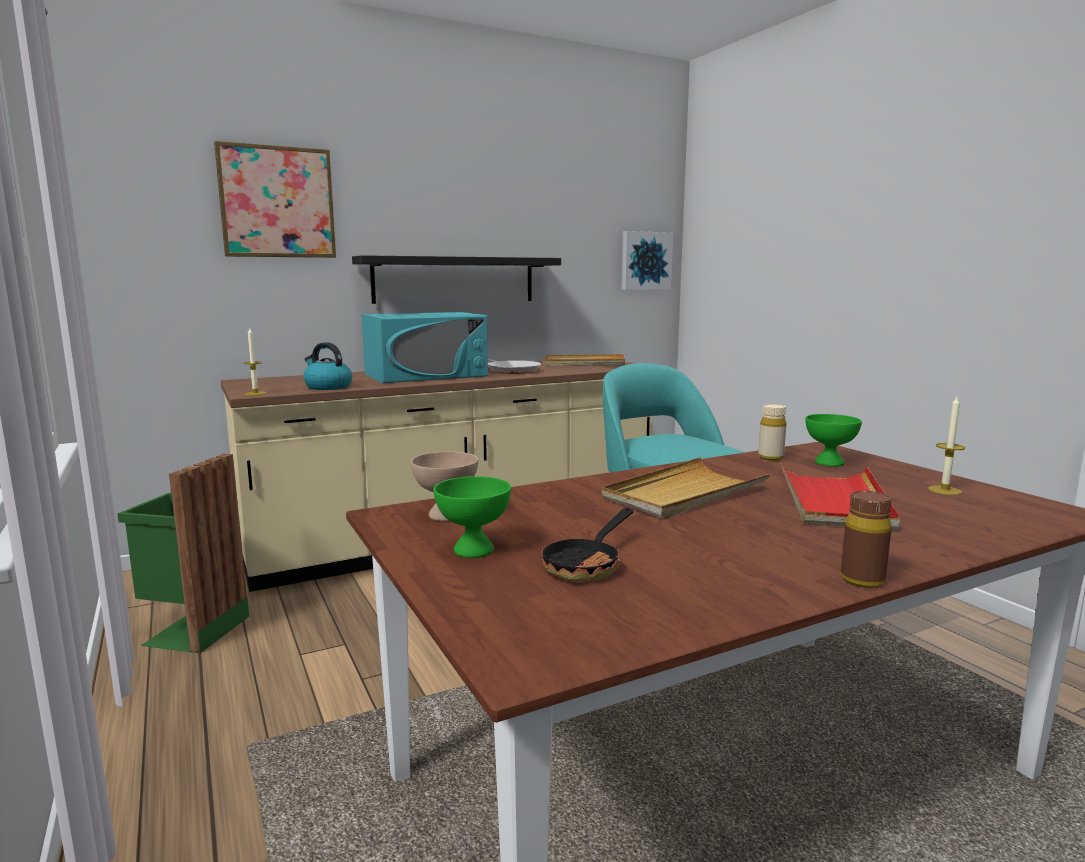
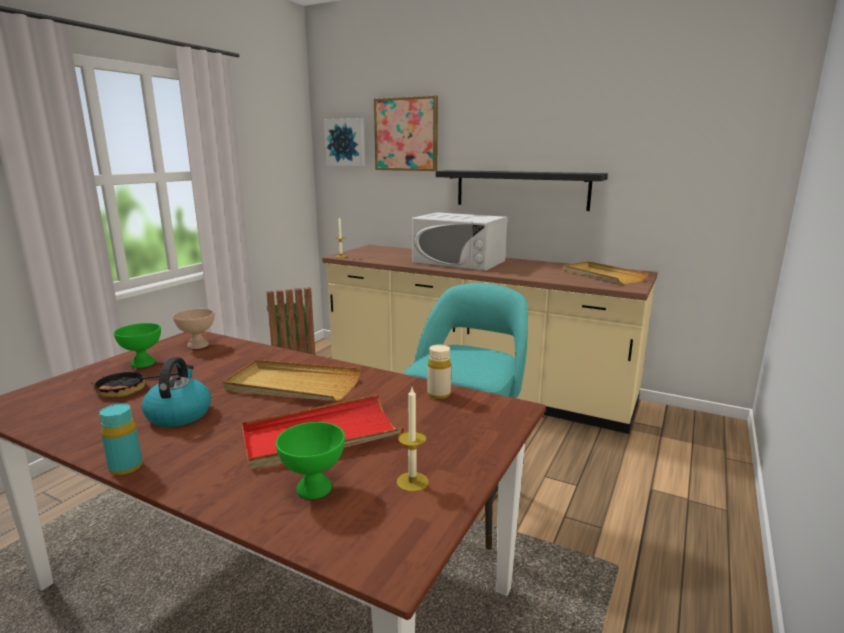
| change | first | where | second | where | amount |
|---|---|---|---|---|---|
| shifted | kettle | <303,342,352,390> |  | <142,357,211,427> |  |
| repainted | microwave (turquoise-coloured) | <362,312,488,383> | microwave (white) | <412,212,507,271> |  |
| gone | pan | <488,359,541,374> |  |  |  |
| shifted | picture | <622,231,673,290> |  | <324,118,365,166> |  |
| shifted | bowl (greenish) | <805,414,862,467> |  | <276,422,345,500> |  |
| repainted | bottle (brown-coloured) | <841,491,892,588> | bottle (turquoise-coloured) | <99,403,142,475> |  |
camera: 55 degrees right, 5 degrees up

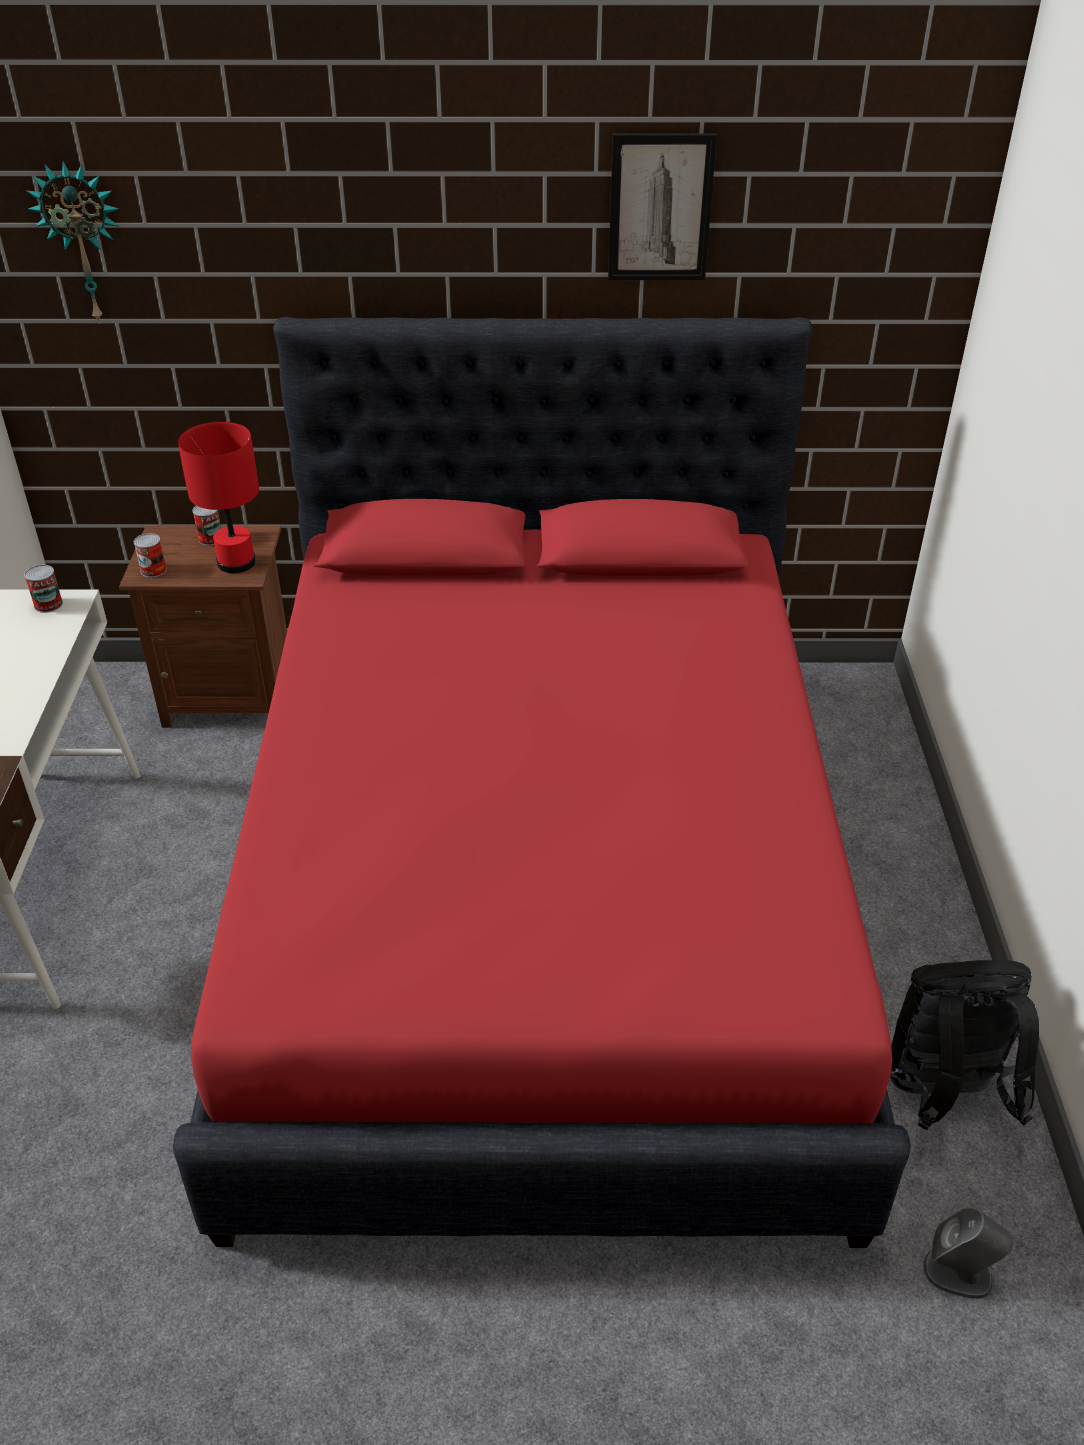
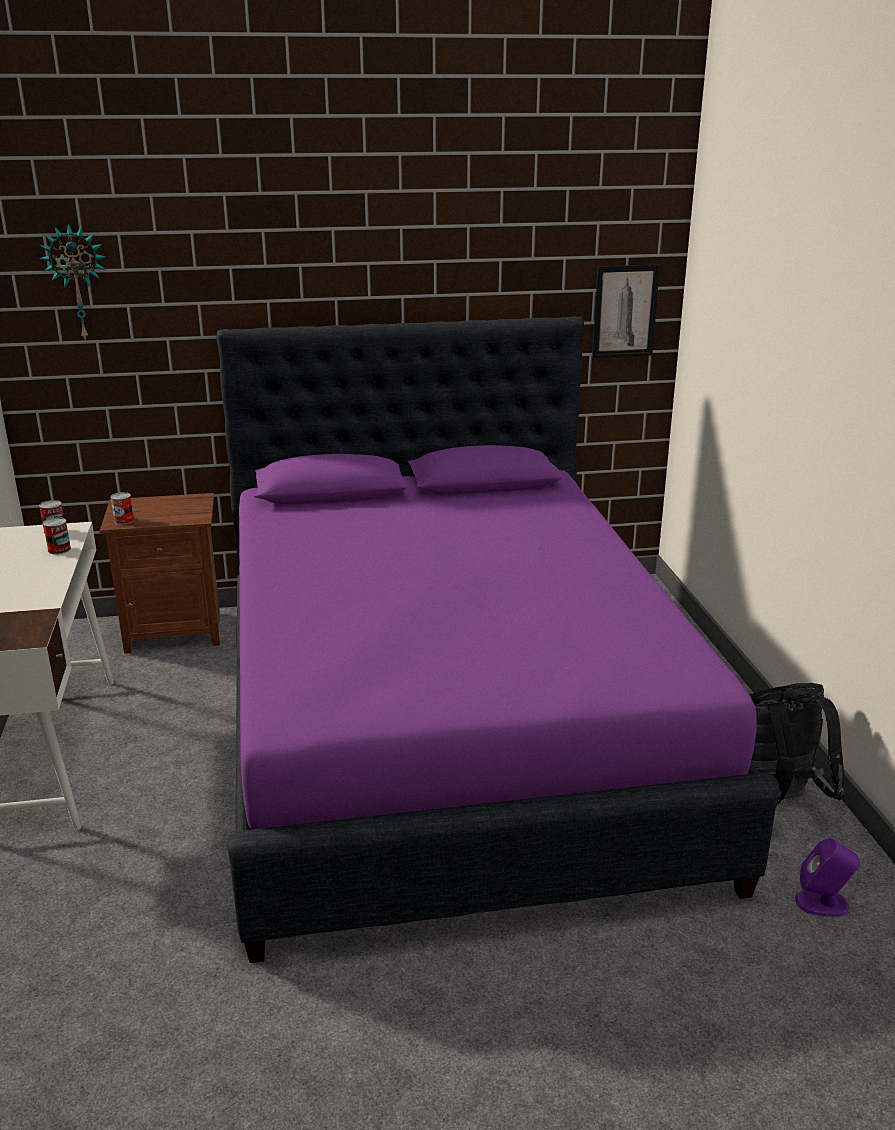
| change | first | where | second | where | amount |
|---|---|---|---|---|---|
| repainted | sleeping bed (reddish) | <173,317,911,1248> | sleeping bed (purple) | <216,316,780,963> |  |
| gone | table lamp (reddish) | <178,422,259,573> |  |  |  |
| shifted | sealed can | <192,506,221,545> |  | <43,517,71,554> |  |
| shifted | picture | <608,133,717,280> |  | <592,264,660,358> |  |
| repainted | speaker (grey) | <923,1208,1013,1299> | speaker (purple) | <795,838,860,917> |  |
camera: 10 degrees left, 15 degrees down

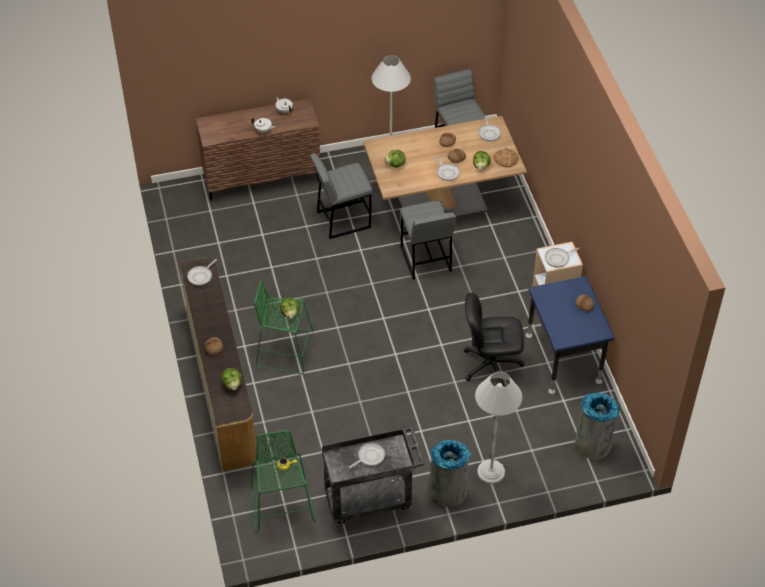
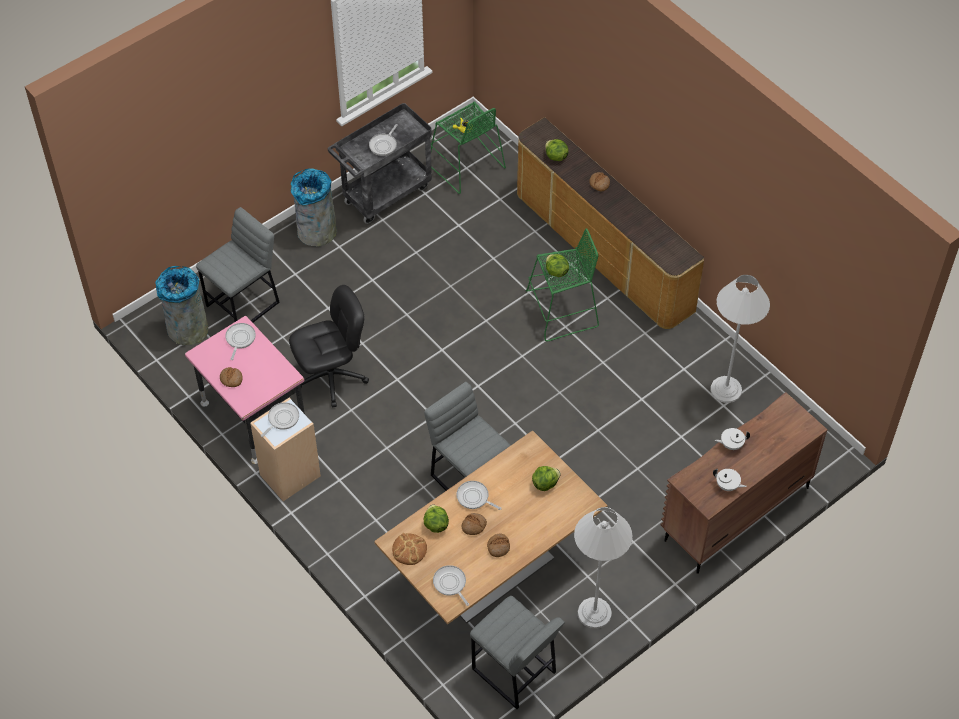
| change | first | where | second | where | amount |
|---|---|---|---|---|---|
| shifted | pan | <187,259,217,286> |  | <225,323,256,360> |  |
| shifted | plain chair (grey) | <310,153,372,239> |  | <196,207,280,323> |  |
| shifted | floor lamp (white) | <475,371,522,484> |  | <711,275,770,403> |  |
| repainted | desk unit (bluish) | <526,276,614,394> | desk unit (pink) | <185,316,305,464> |  |
camera: 155 degrees right, 5 degrees up

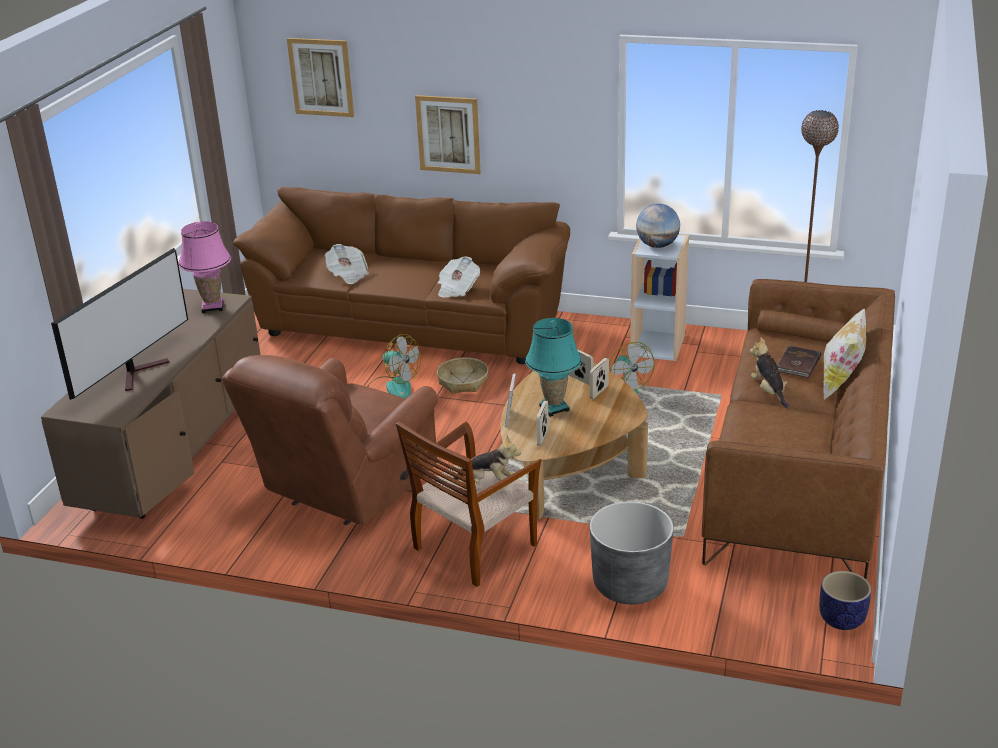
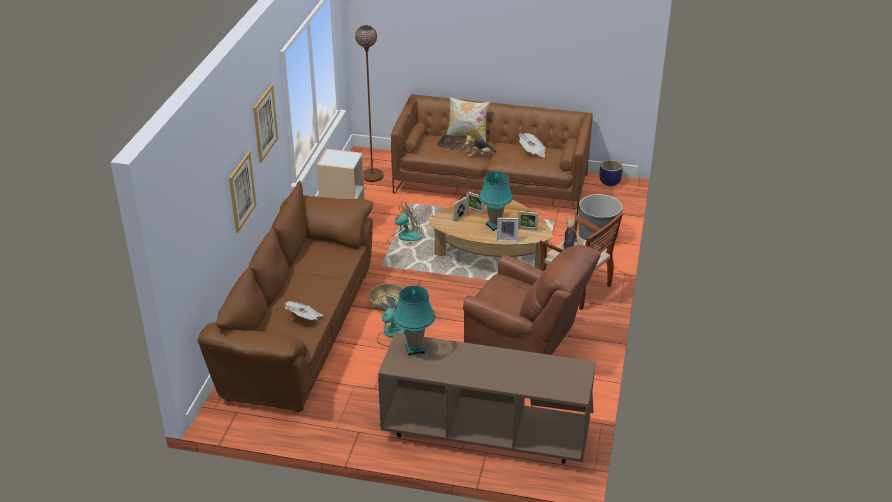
| change | first | where | second | where | amount |
|---|---|---|---|---|---|
| gone | television | <51,248,188,400> |  |  |  |
| repainted | table lamp (pink) | <178,221,231,313> | table lamp (turquoise-coloured) | <393,286,436,356> |  |
| shifted | picture | <287,38,354,117> |  | <253,85,278,163> |  |
| shifted | daily paper | <438,256,480,298> |  | <519,133,546,157> |  |
| gone | desk globe | <636,204,680,248> |  |  |  |
camera: 95 degrees left, 5 degrees up

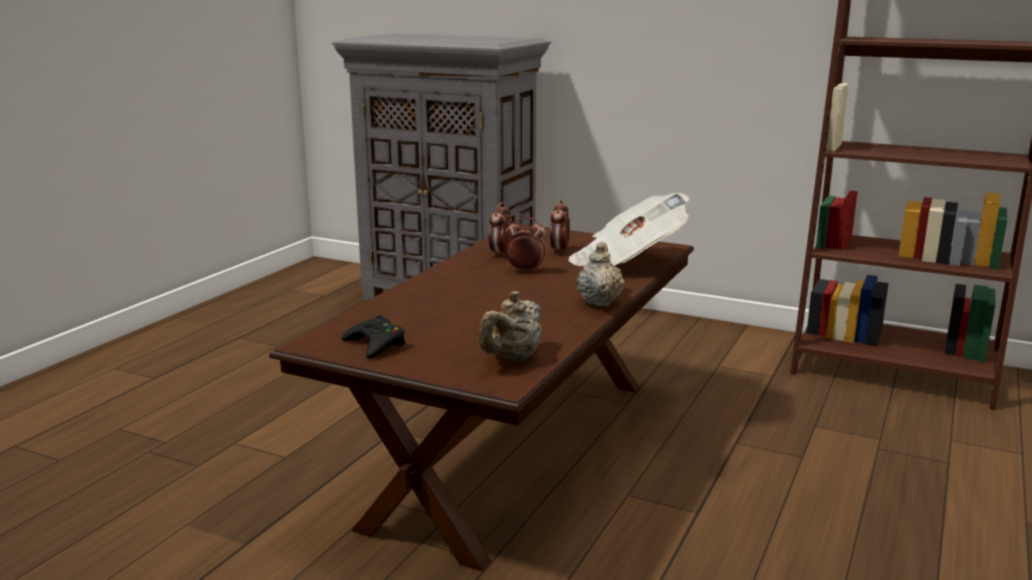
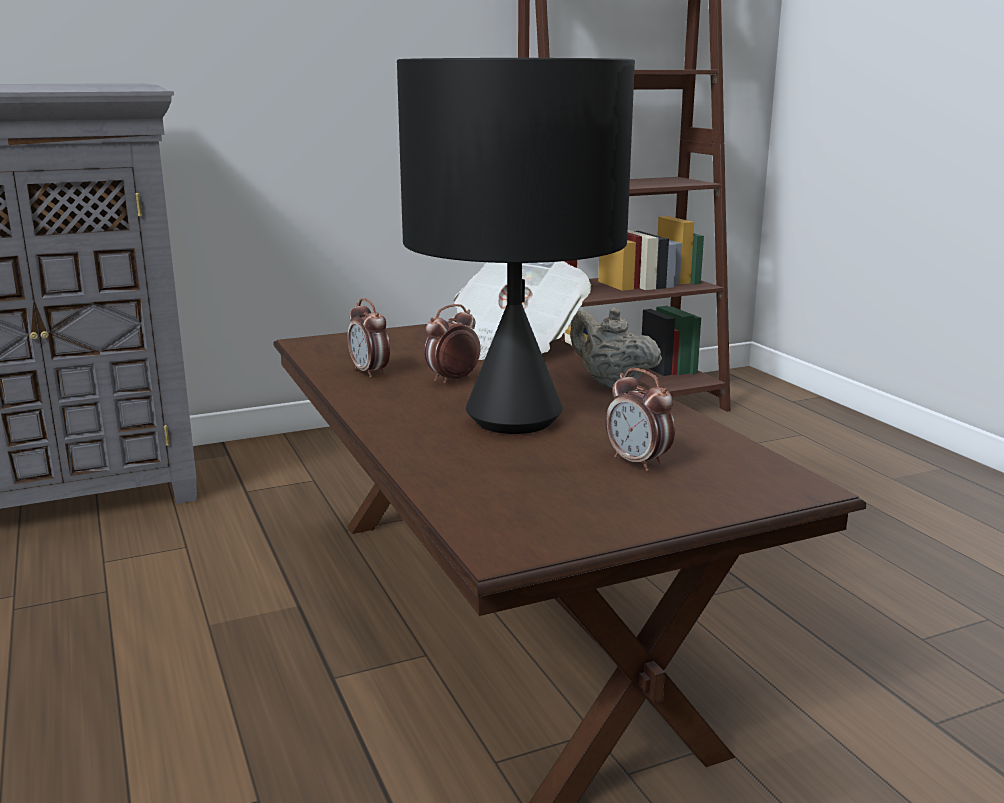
| change | first | where | second | where | amount |
|---|---|---|---|---|---|
| gone | gamepad (blackish) | <341,315,405,358> |  |  |  |
| gone | pot for tea (beige) | <478,291,541,362> |  |  |  |
| shifted | table clock | <549,200,570,254> |  | <606,368,675,471> |  |
| new |  |  | table lamp (blackish) | <397,58,635,434> |  |
camera: 50 degrees left, 0 degrees up

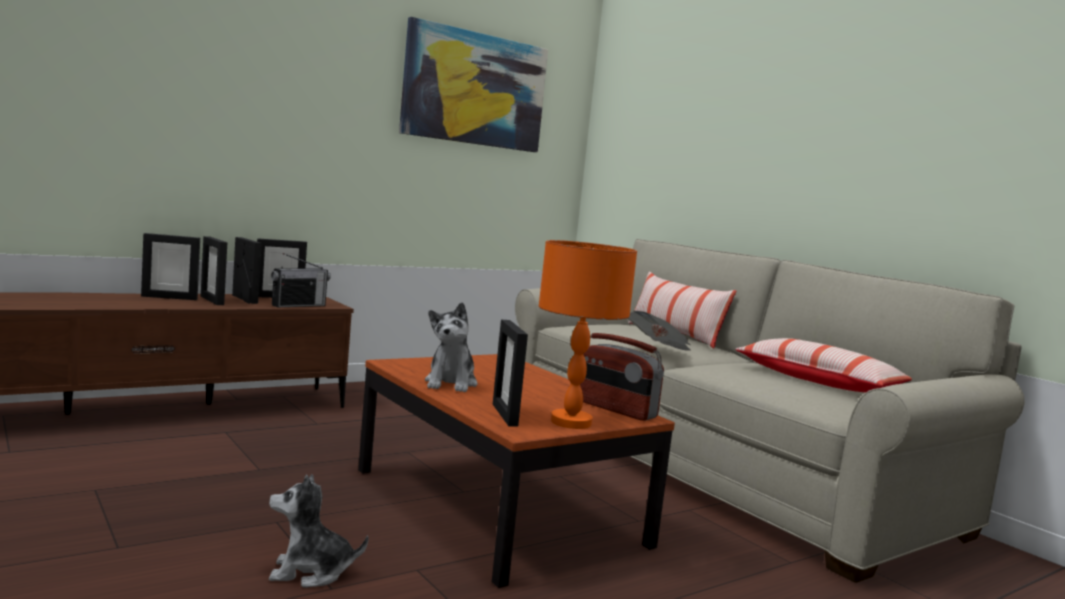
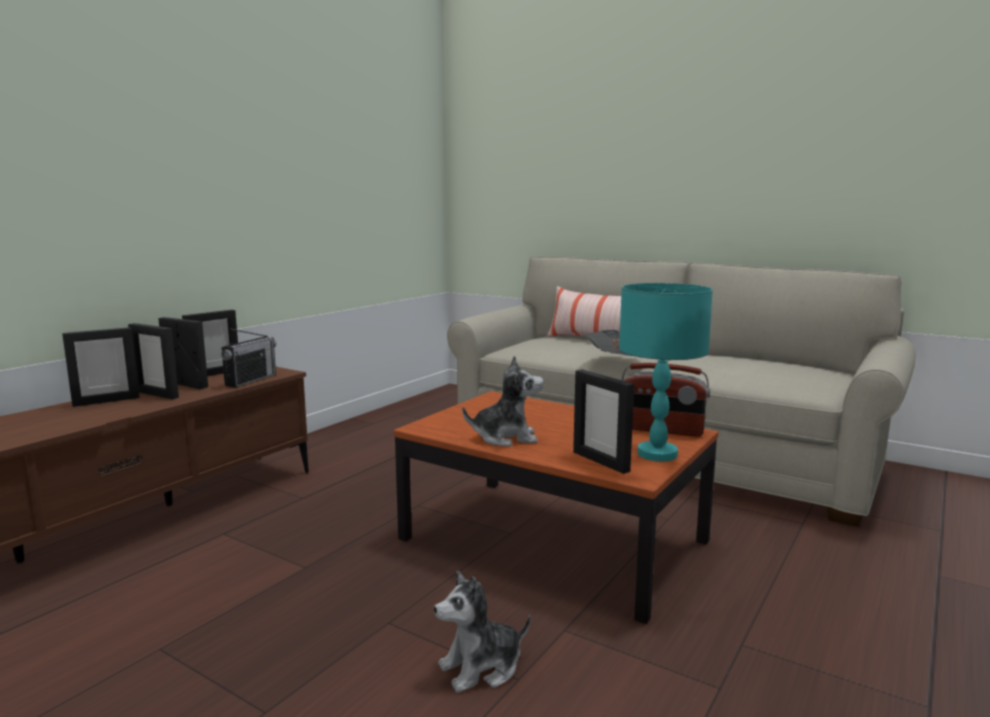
| change | first | where | second | where | amount |
|---|---|---|---|---|---|
| gone | picture | <399,17,548,152> |  |  |  |
| rotated | soft toy | <425,302,478,392> |  | <462,355,544,447> | 75 degrees counterclockwise |
| repainted | table lamp (orange-coloured) | <539,240,637,429> | table lamp (turquoise-coloured) | <619,283,713,461> |  |
| gone | cushion | <735,338,912,392> |  |  |  |
camera: 20 degrees left, 5 degrees up

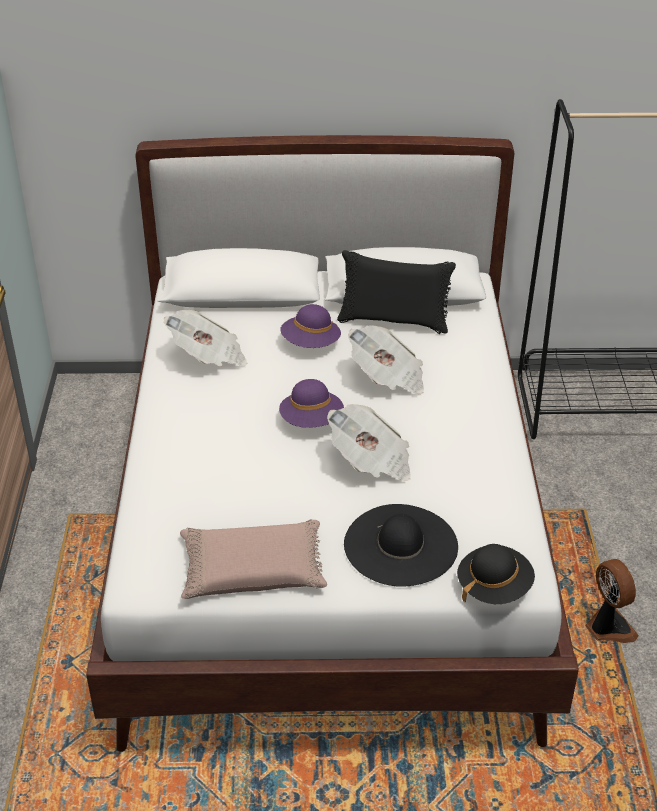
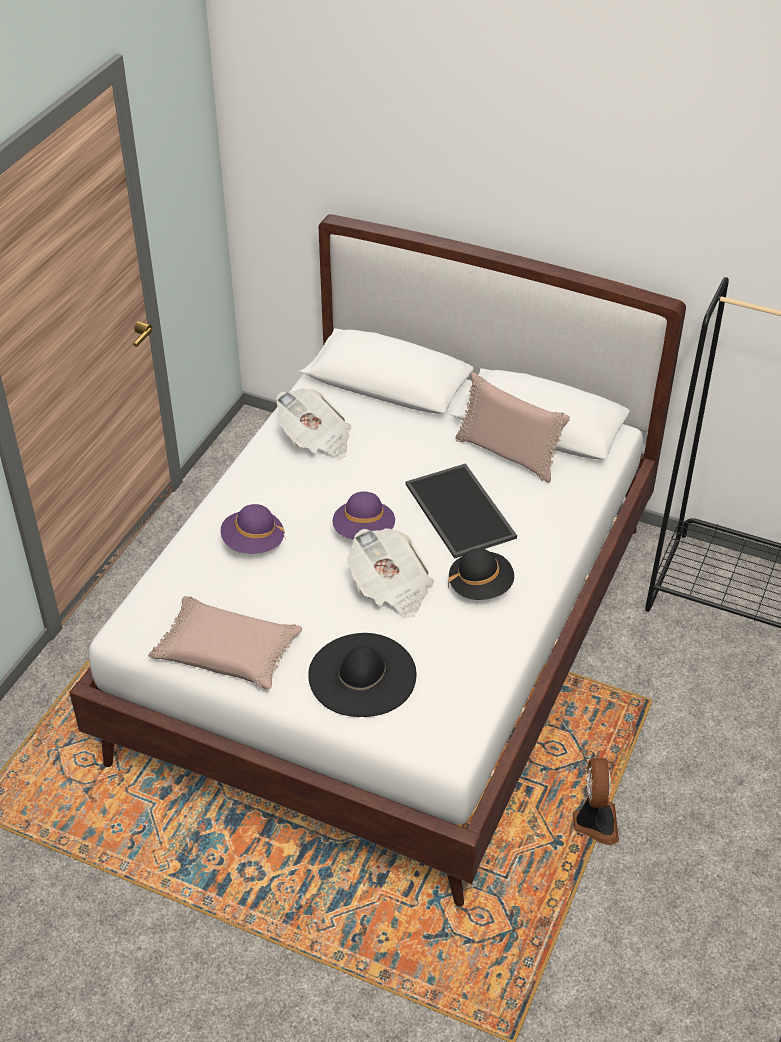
| change | first | where | second | where | amount |
|---|---|---|---|---|---|
| shifted | wearable hat (purple) | <280,304,341,348> |  | <220,504,285,554> |  |
| repainted | cushion (blackish) | <337,250,456,334> | cushion (beige) | <455,372,570,483> |  |
| swapped | daily paper | <348,325,424,394> | carrying tray | <406,463,517,559> |  |
| shifted | wearable hat (blackish) | <457,544,535,604> |  | <448,548,514,600> |  |
camera: 25 degrees right, 5 degrees up

